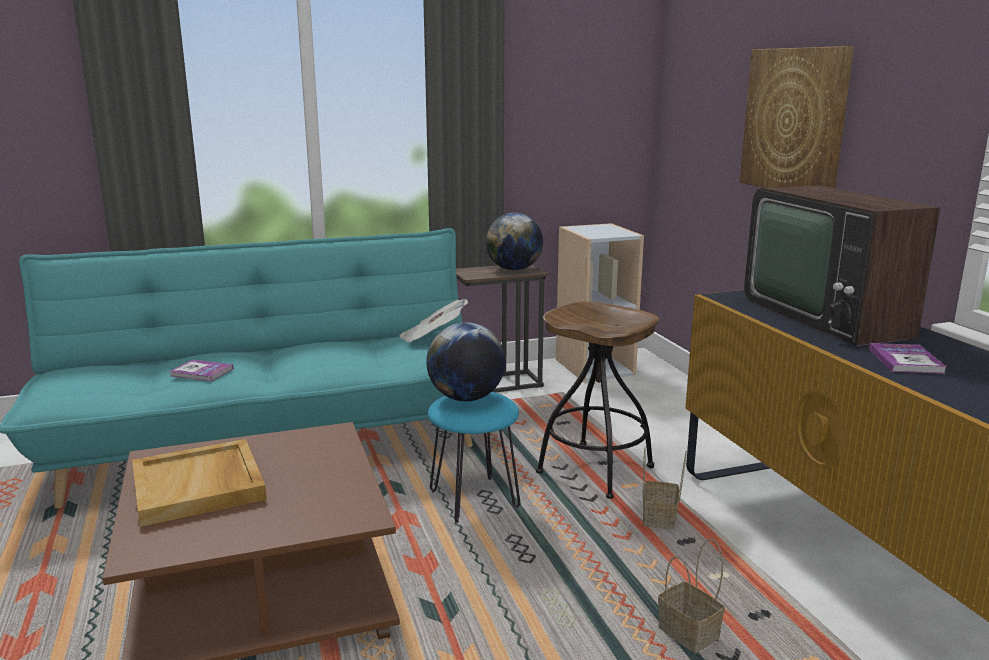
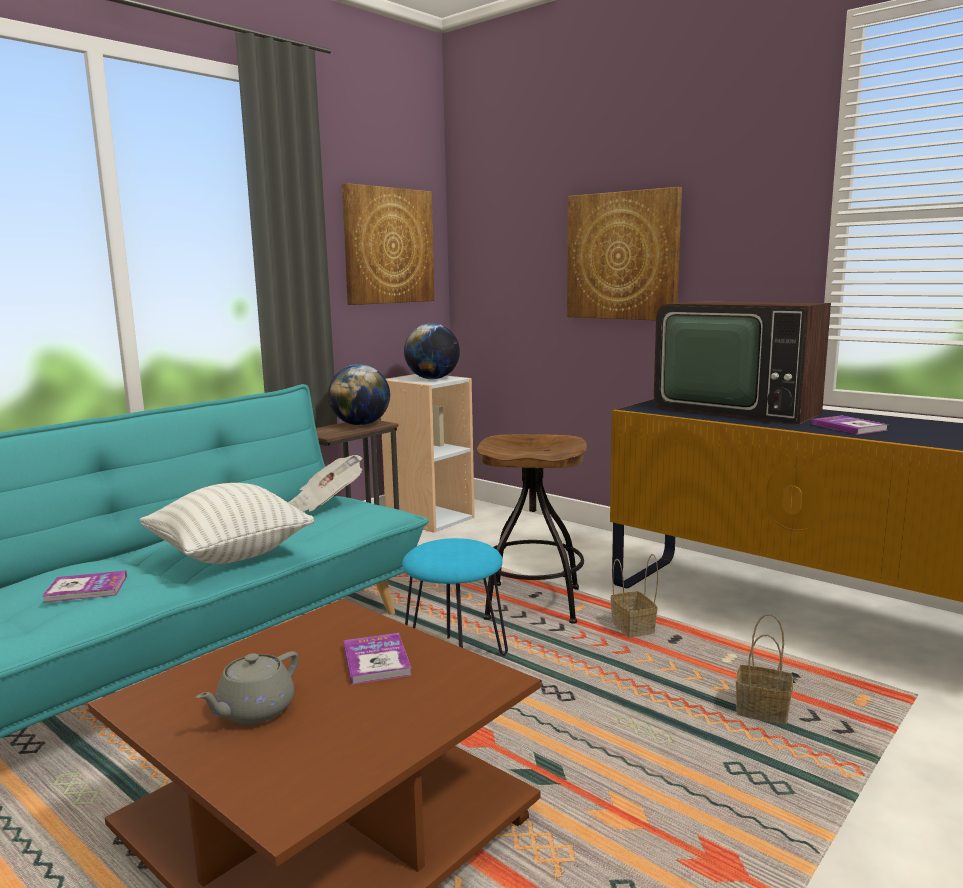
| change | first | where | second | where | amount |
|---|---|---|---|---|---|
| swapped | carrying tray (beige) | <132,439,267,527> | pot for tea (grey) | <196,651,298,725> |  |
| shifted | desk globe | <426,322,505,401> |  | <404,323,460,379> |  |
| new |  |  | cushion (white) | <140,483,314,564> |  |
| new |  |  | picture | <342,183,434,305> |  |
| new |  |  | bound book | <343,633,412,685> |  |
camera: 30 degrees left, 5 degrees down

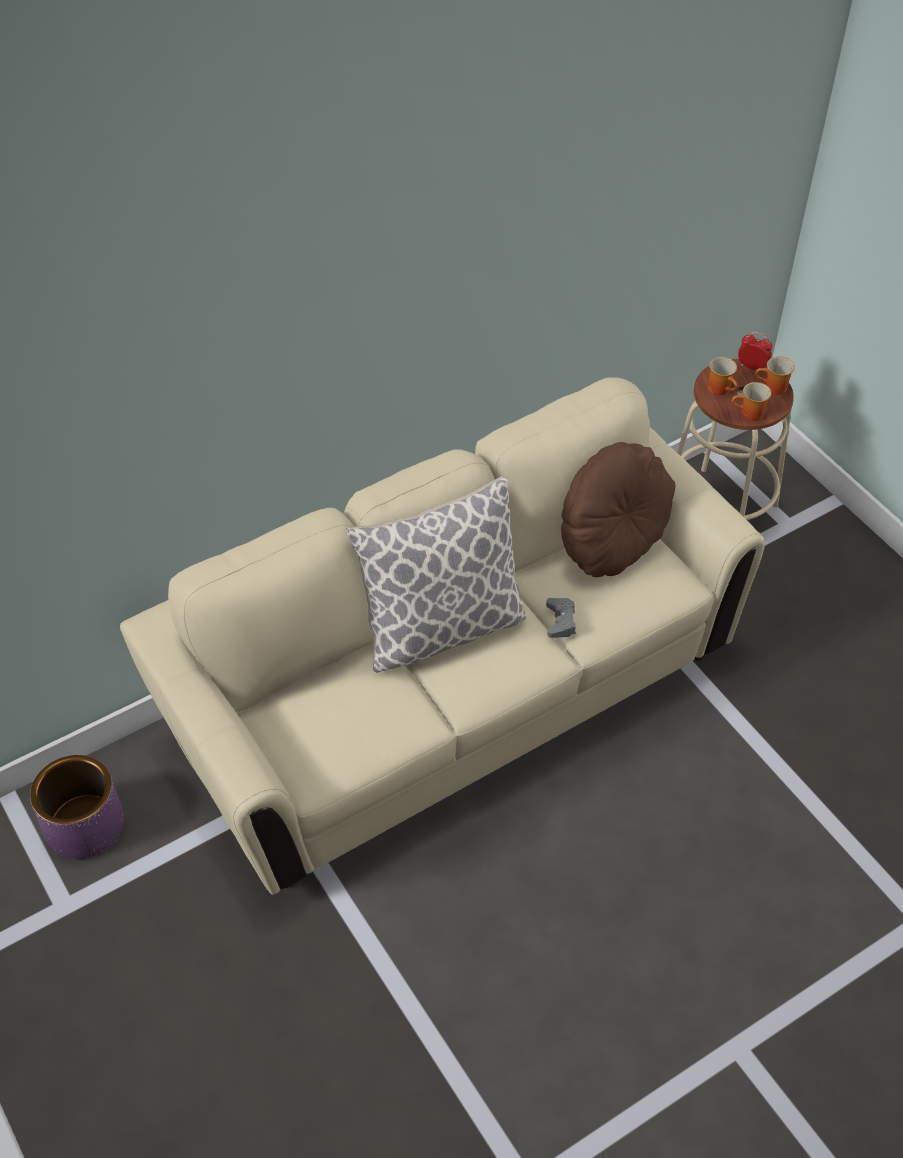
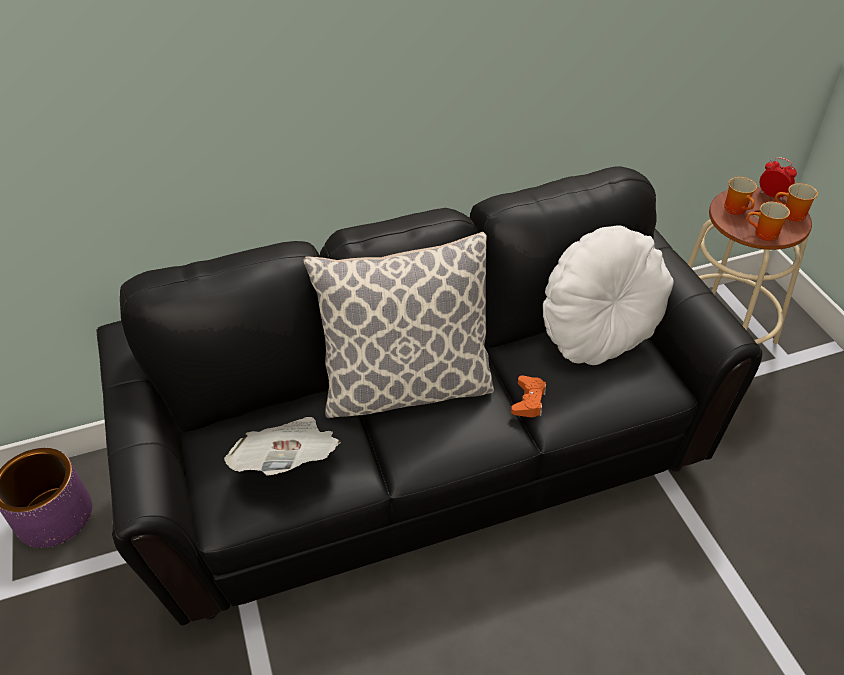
| change | first | where | second | where | amount |
|---|---|---|---|---|---|
| repainted | sofa (beige) | <120,378,765,895> | sofa (blackish) | <96,166,762,625> |  |
| repainted | gamepad (grey) | <546,598,576,638> | gamepad (orange-coloured) | <511,375,546,417> |  |
| repainted | cushion (brown-coloured) | <561,442,675,577> | cushion (white) | <543,226,674,365> |  |
| new |  |  | daily paper | <224,417,341,476> |  |
camera: 15 degrees right, 5 degrees down

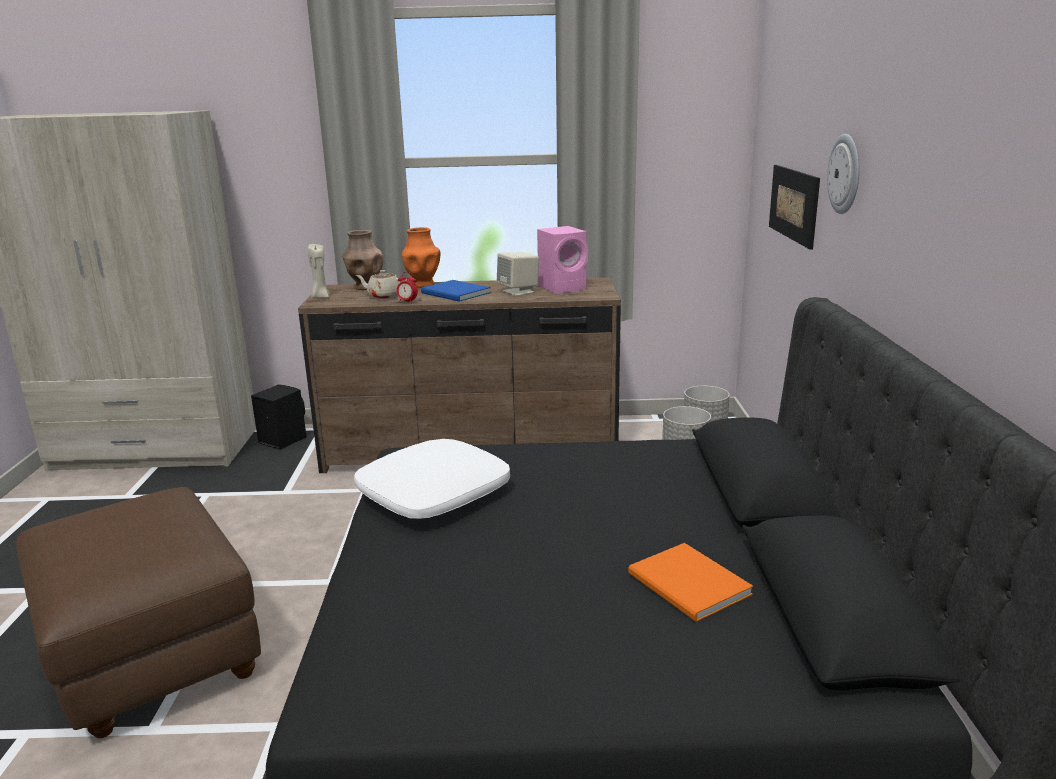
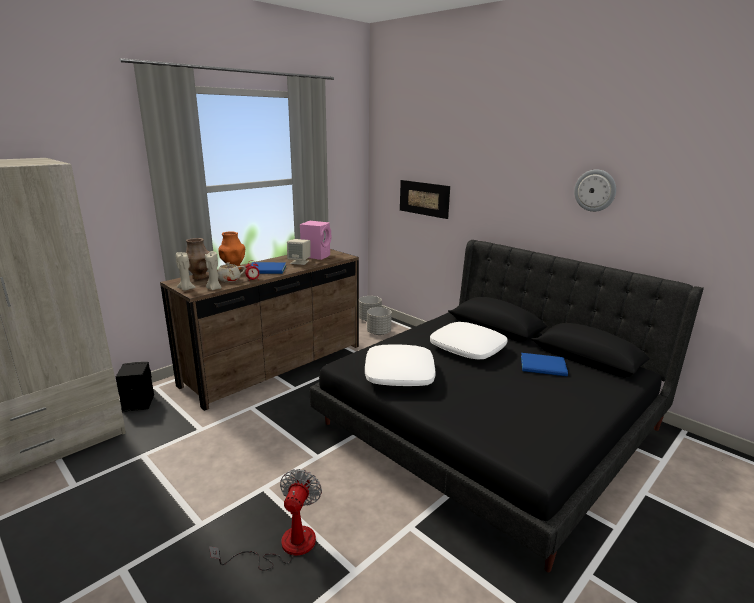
| change | first | where | second | where | amount |
|---|---|---|---|---|---|
| swapped | ottoman (brown-coloured) | <16,487,261,738> | electric fan | <209,469,322,571> |  |
| repainted | bound book (orange-coloured) | <628,543,753,622> | bound book (bluish) | <521,353,568,376> |  |
| shifted | clock on the wall | <827,134,859,214> |  | <574,169,616,212> |  |
| new |  |  | wax candle (beige) | <205,251,221,290> |  |
| new |  |  | cushion (white) | <430,322,508,360> |  |
camera: 45 degrees left, 0 degrees up

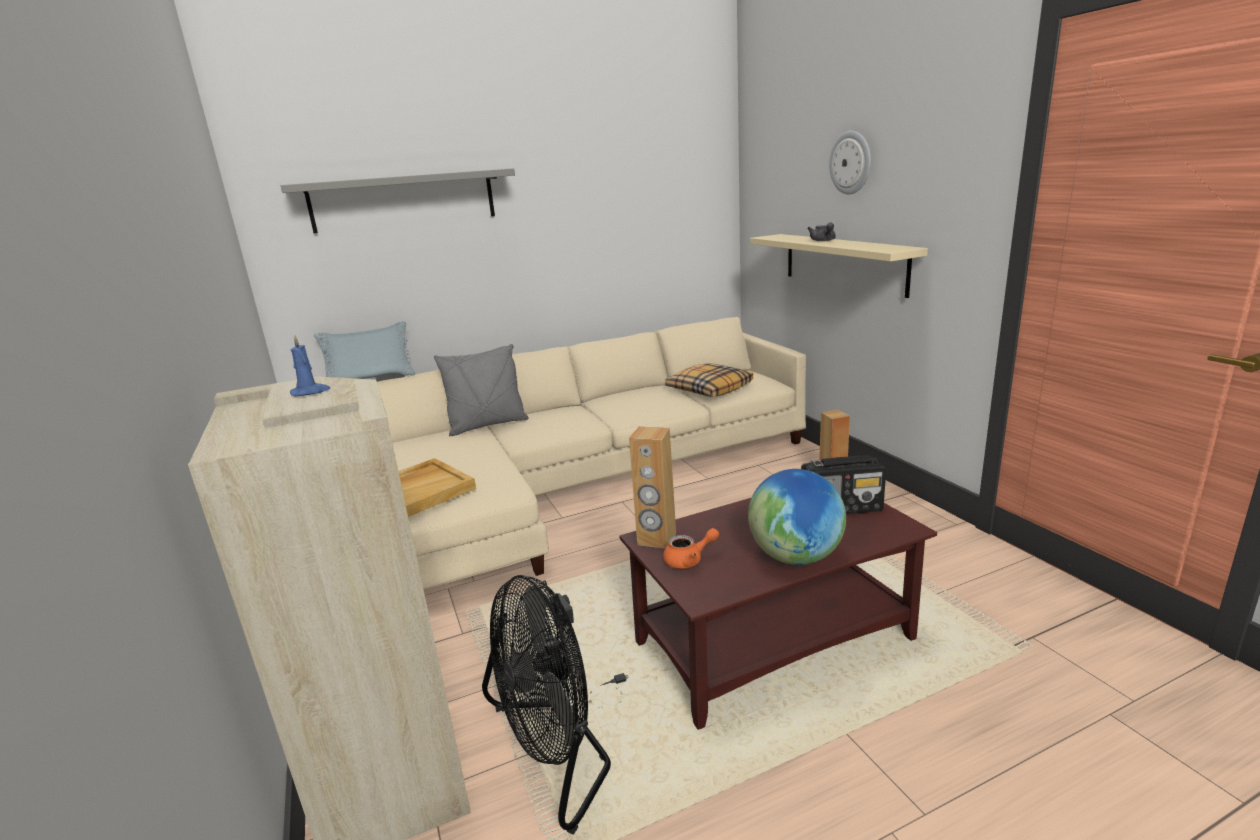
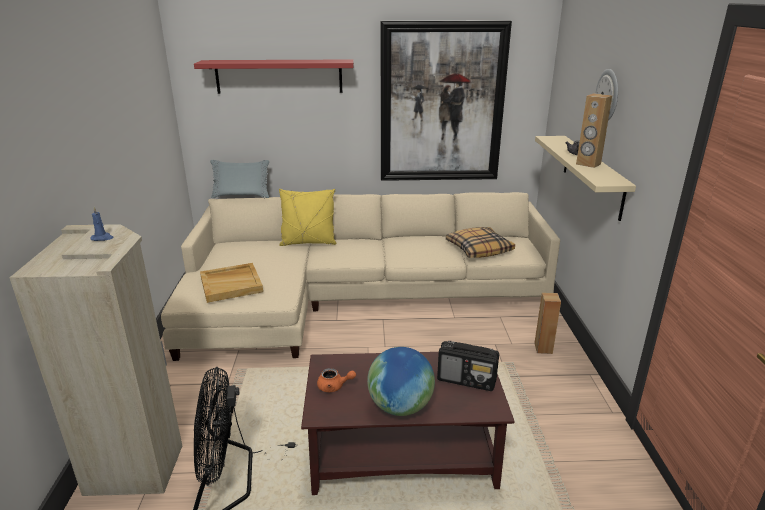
| change | first | where | second | where | amount |
|---|---|---|---|---|---|
| repainted | bracket shelf (grey) | <281,168,515,234> | bracket shelf (reddish) | <194,59,354,94> |  |
| repainted | cushion (grey) | <434,344,529,436> | cushion (yellow) | <279,189,337,246> |  |
| shifted | speaker (brown-coloured) | <629,426,676,548> |  | <576,93,612,168> |  |
| new |  |  | picture | <381,21,512,181> |  |
camera: 20 degrees right, 5 degrees up

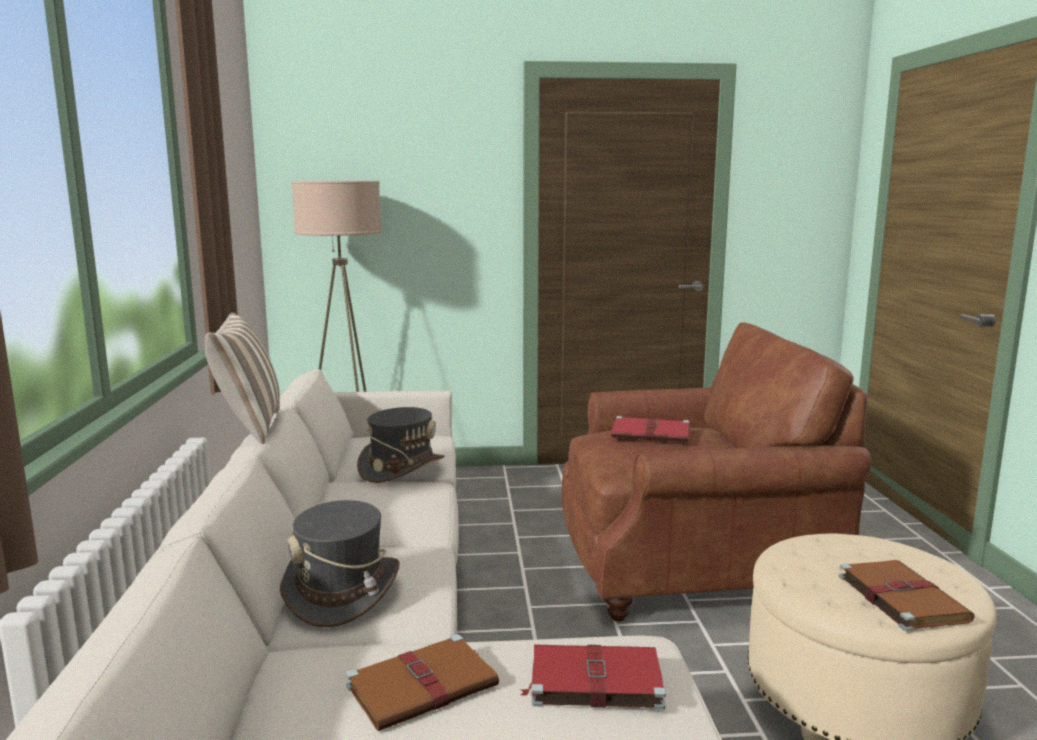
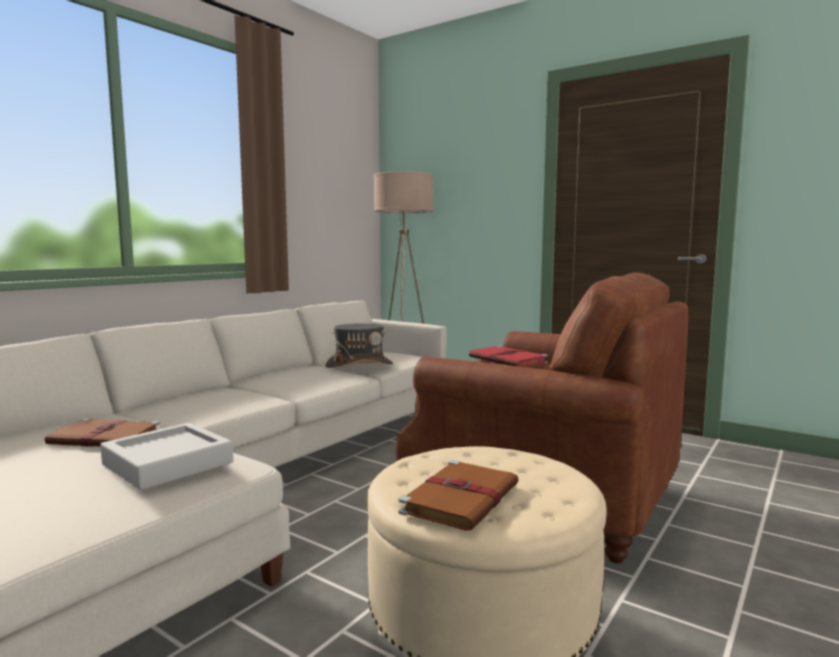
| change | first | where | second | where | amount |
|---|---|---|---|---|---|
| gone | cushion | <205,313,280,444> |  |  |  |
| gone | wearable hat (grey) | <280,500,400,628> |  |  |  |
| swapped | bound book (reddish) | <520,644,666,710> | carrying tray (grey) | <100,423,233,490> |  |
camera: 40 degrees right, 5 degrees down

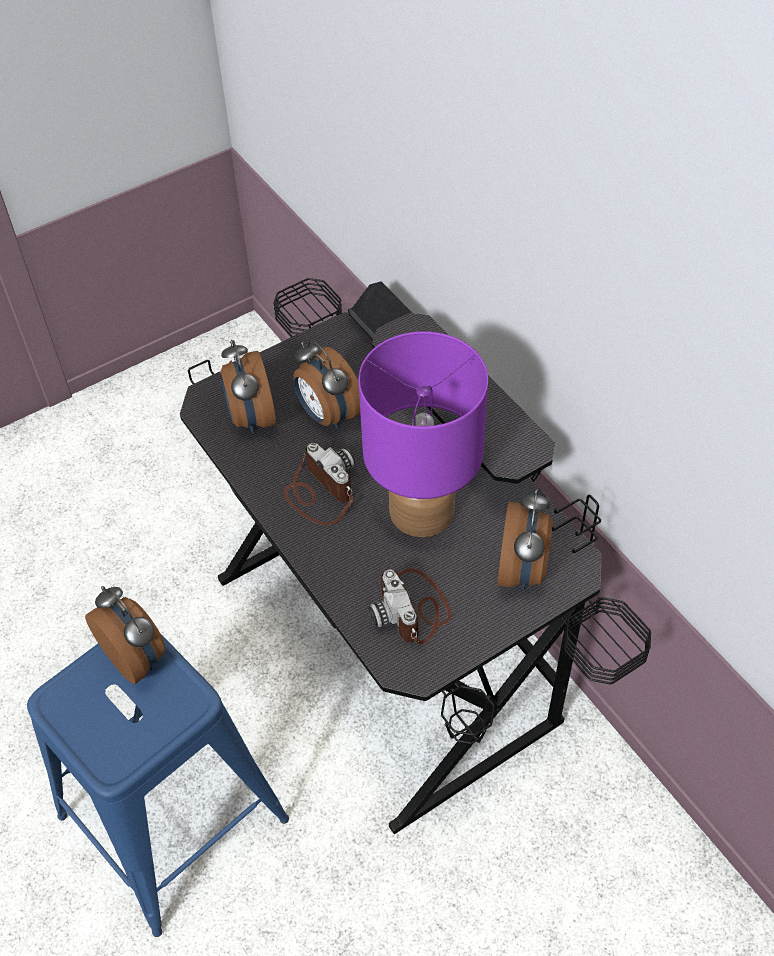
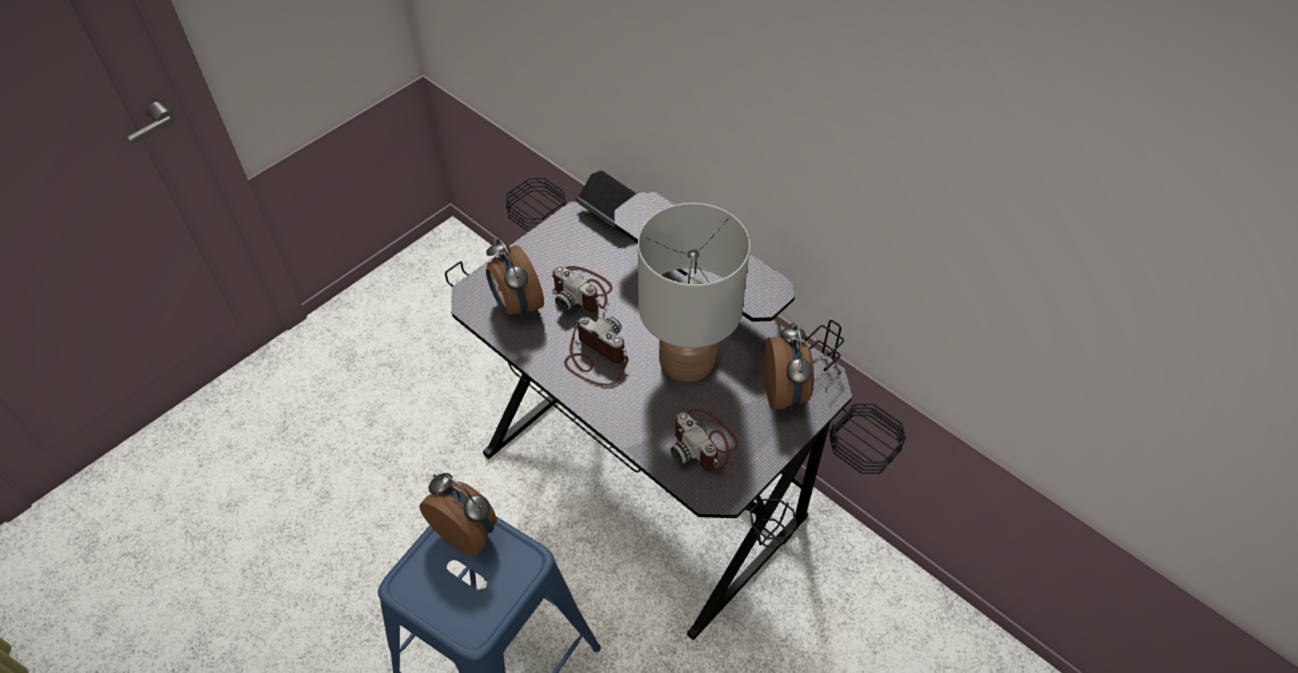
| change | first | where | second | where | amount |
|---|---|---|---|---|---|
| swapped | table clock | <294,340,360,429> | still camera | <551,266,613,312> |  |
| repainted | table lamp (purple) | <359,331,488,537> | table lamp (grey) | <638,203,750,382> |  |
camera: 15 degrees left, 0 degrees up

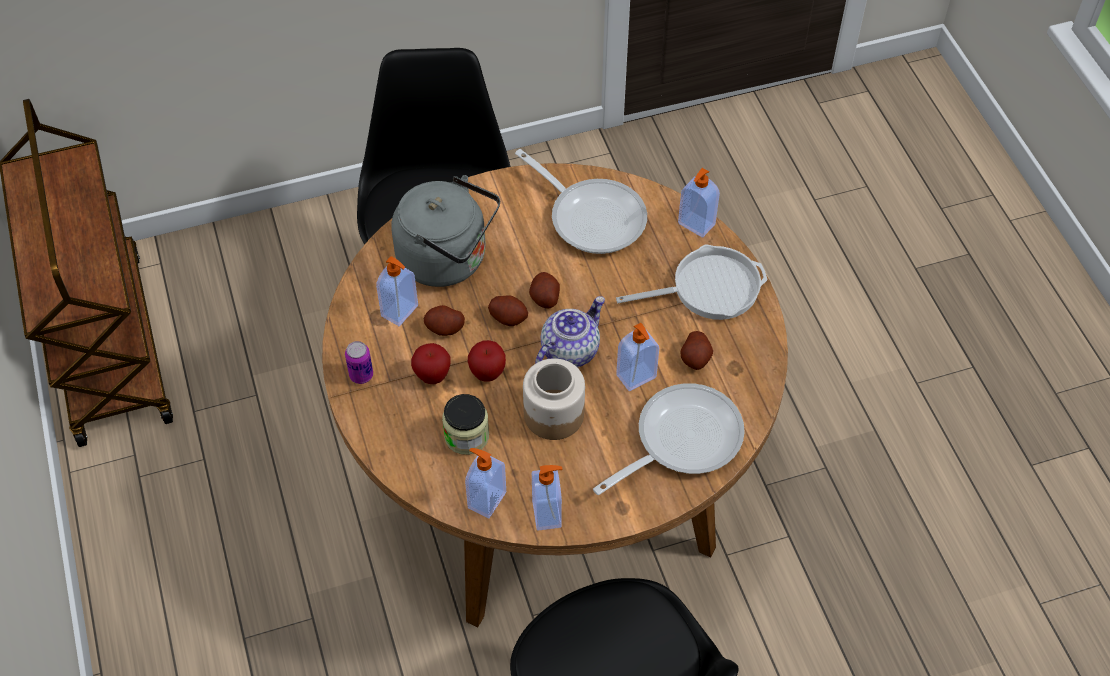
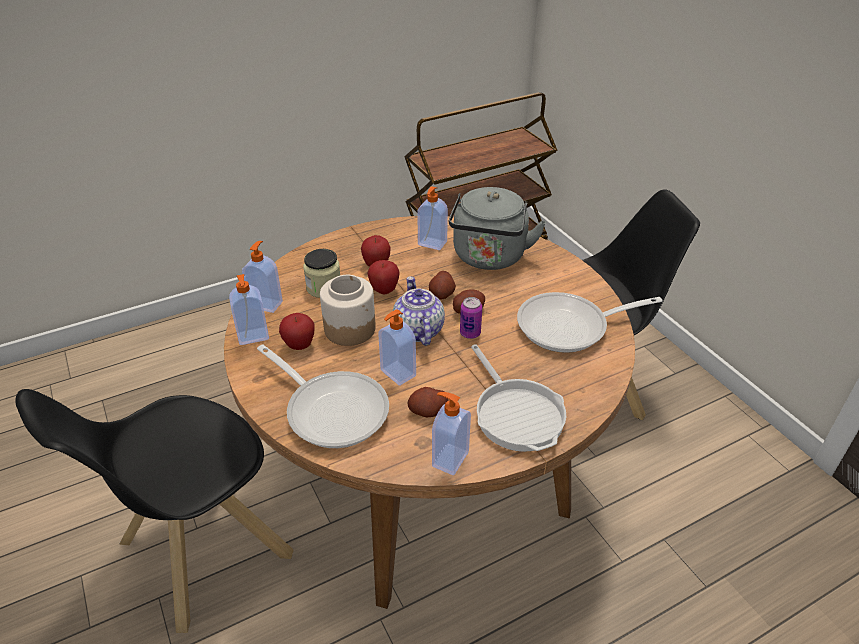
| change | first | where | second | where | amount |
|---|---|---|---|---|---|
| shifted | sealed can | <345,341,373,384> |  | <460,297,482,339> |  |
| gone | potato | <424,305,465,336> |  |  |  |
| rotated | pan | <515,149,647,254> |  | <517,292,663,353> | 45 degrees clockwise |
| rotated | pot for tea | <535,296,605,367> |  | <393,276,445,346> | 135 degrees counterclockwise |
| shifted | liquid soap bottle | <678,168,720,237> |  | <432,392,471,476> |  |
| new |  |  | whole apple | <279,313,315,350> |  |
camera: 80 degrees right, 15 degrees down

